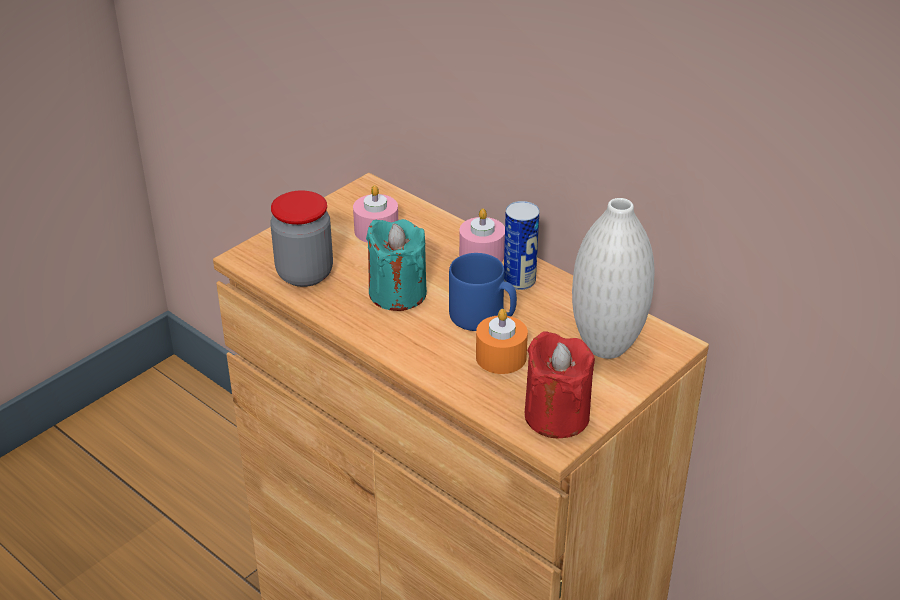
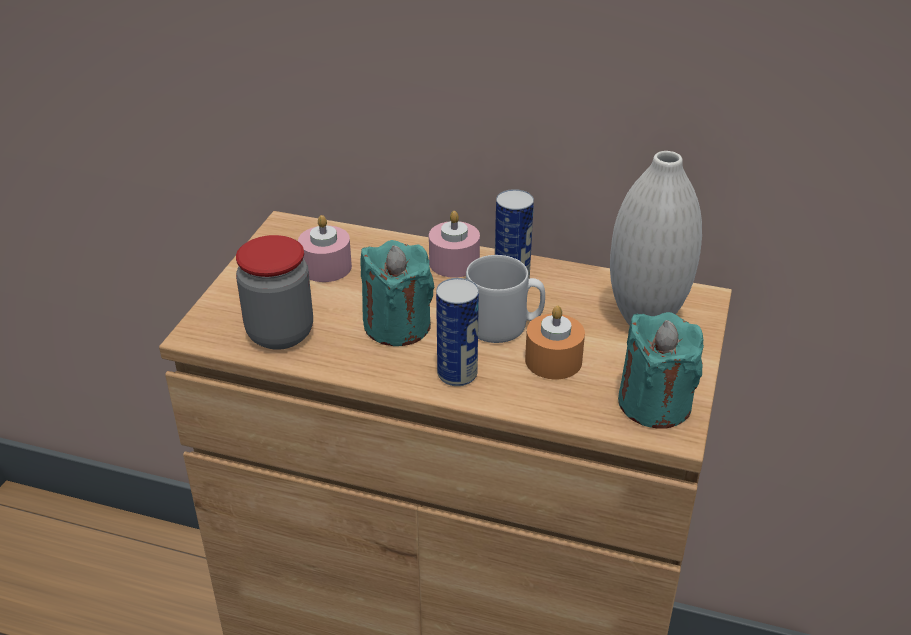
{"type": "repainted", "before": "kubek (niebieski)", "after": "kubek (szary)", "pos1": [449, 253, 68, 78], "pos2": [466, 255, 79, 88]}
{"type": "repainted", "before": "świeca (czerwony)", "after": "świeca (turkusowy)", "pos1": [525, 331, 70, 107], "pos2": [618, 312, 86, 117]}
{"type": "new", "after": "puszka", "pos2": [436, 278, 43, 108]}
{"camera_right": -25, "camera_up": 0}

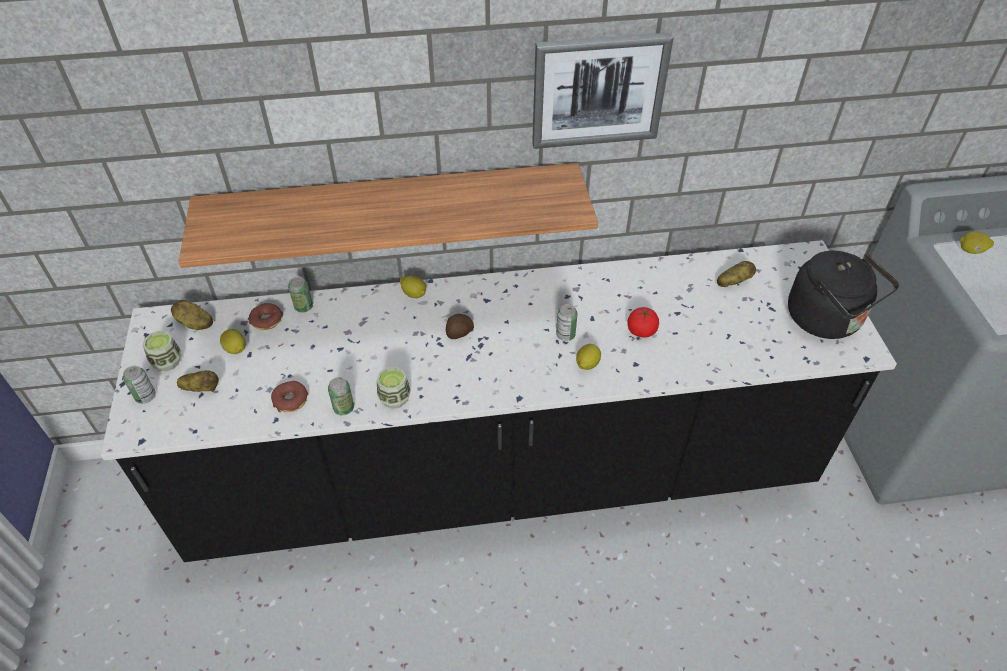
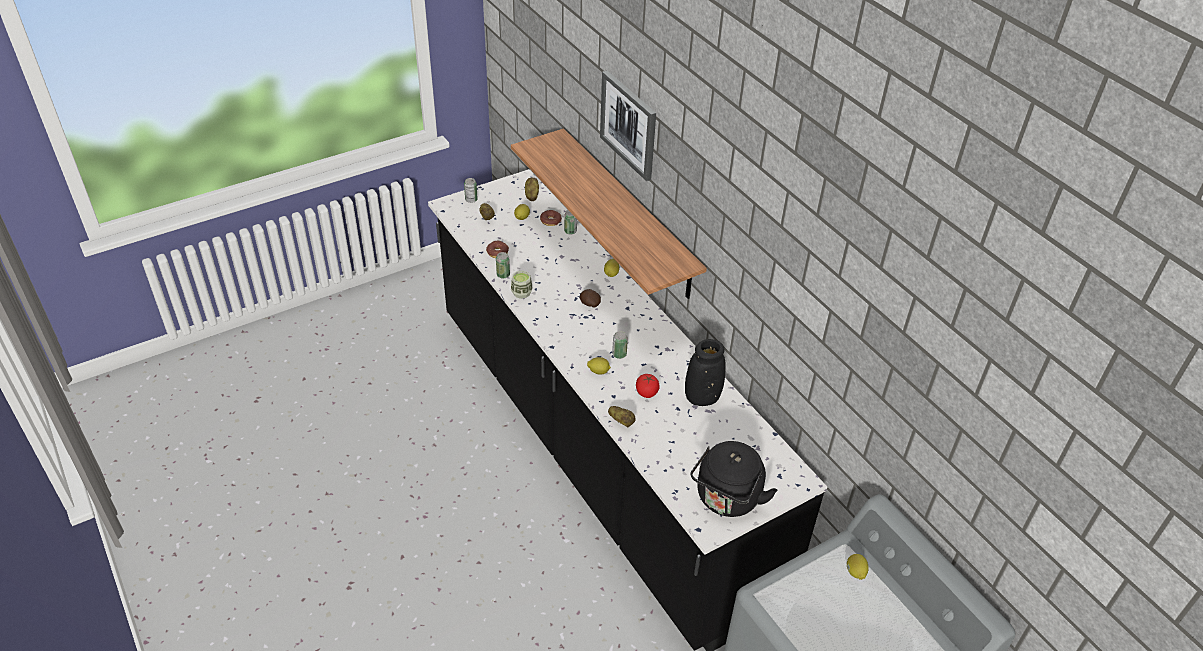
{"type": "shifted", "before": "obraz", "pos1": [532, 33, 142, 116], "pos2": [600, 71, 56, 110]}
{"type": "shifted", "before": "ziemniak", "pos1": [717, 261, 39, 26], "pos2": [608, 406, 28, 21]}
{"type": "gone", "before": "filiżanka", "pos1": [143, 331, 38, 40]}
{"type": "new", "after": "wazon (czarny)", "pos2": [685, 339, 41, 67]}
{"camera_right": 65, "camera_up": -5}

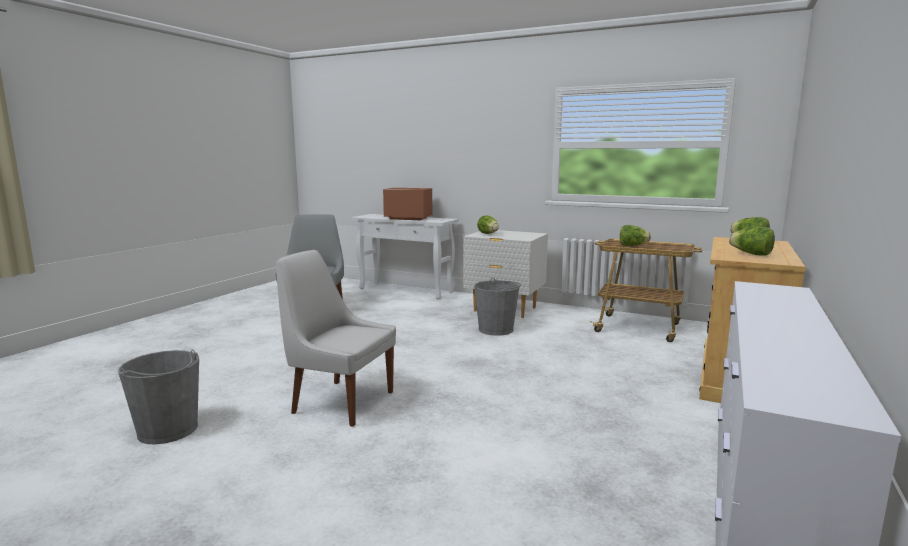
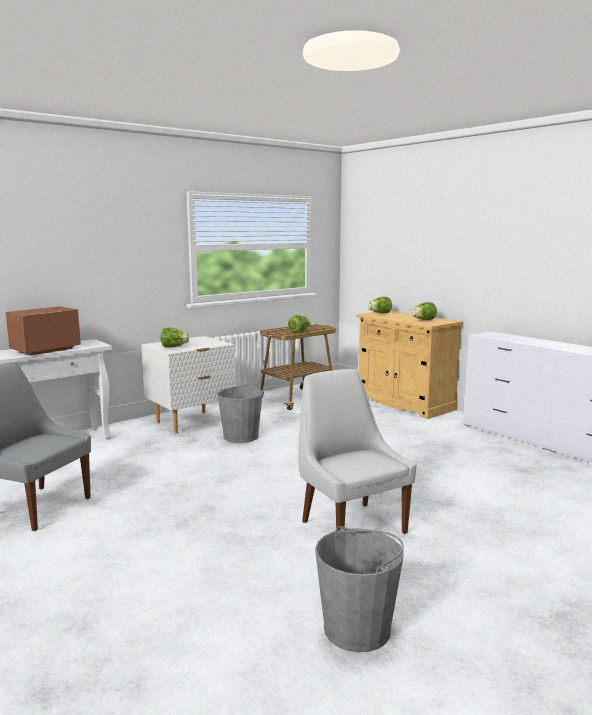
{"type": "rotated", "before": "krzesło (biały)", "pos1": [276, 250, 120, 177], "pos2": [298, 369, 119, 165], "turn": 105}
{"camera_right": -65, "camera_up": 0}

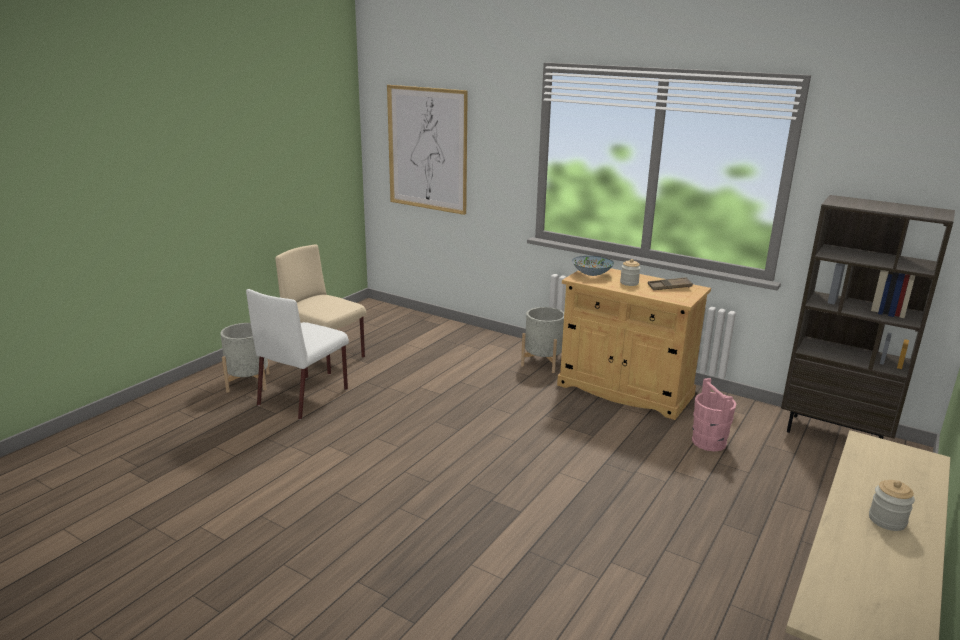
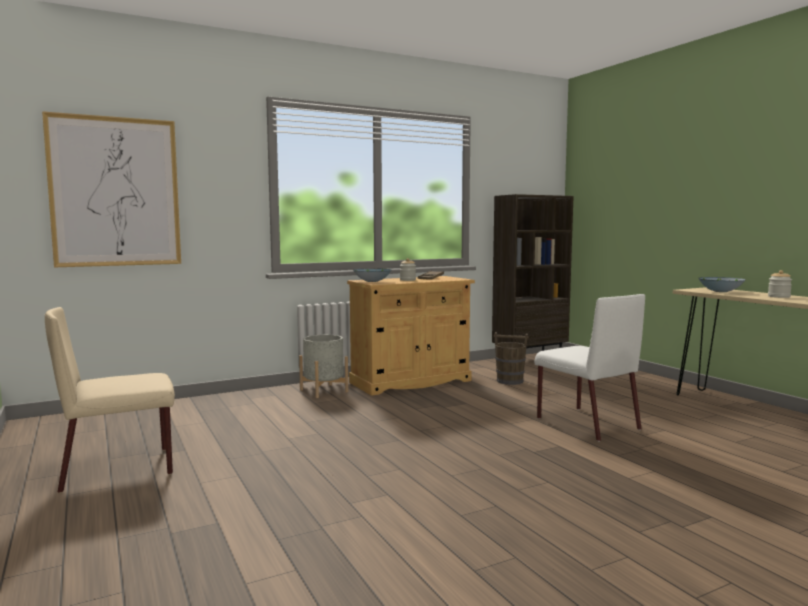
{"type": "shifted", "before": "krzesło (biały)", "pos1": [246, 289, 103, 131], "pos2": [534, 294, 111, 147]}
{"type": "gone", "before": "donica (szary)", "pos1": [220, 323, 50, 70]}
{"type": "repainted", "before": "wiadro (różowy)", "after": "wiadro (brązowy)", "pos1": [692, 378, 44, 73], "pos2": [493, 332, 36, 53]}
{"type": "new", "after": "miska", "pos2": [698, 277, 48, 15]}
{"camera_right": -60, "camera_up": -15}

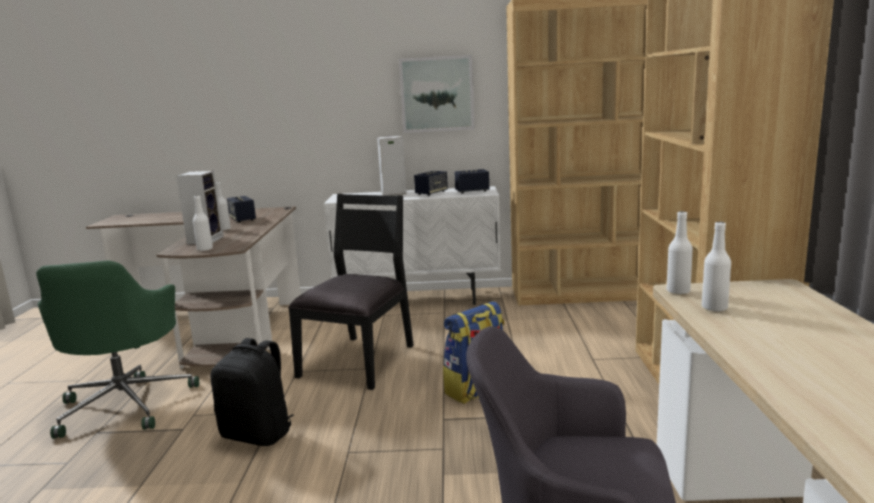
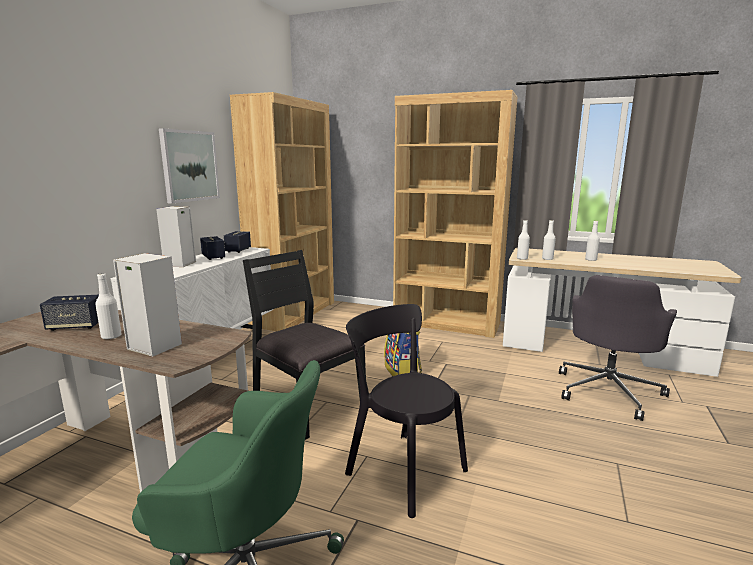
{"type": "shifted", "before": "butelka (biały)", "pos1": [193, 196, 20, 55], "pos2": [585, 221, 15, 40]}
{"type": "swapped", "before": "plecak (czarny)", "after": "krzesło (czarny)", "pos1": [210, 338, 84, 108], "pos2": [345, 304, 123, 214]}
{"camera_right": -70, "camera_up": 0}

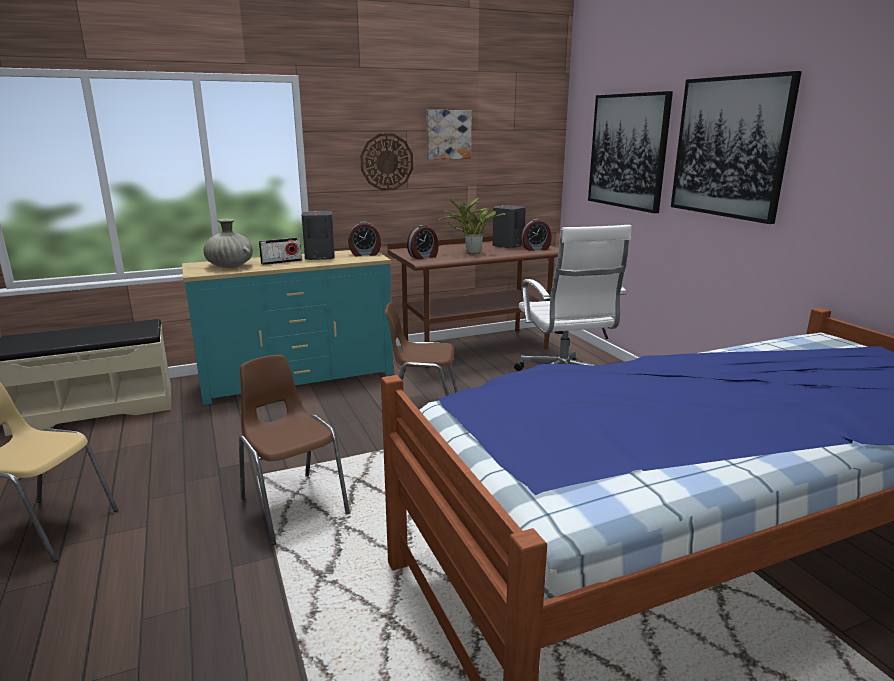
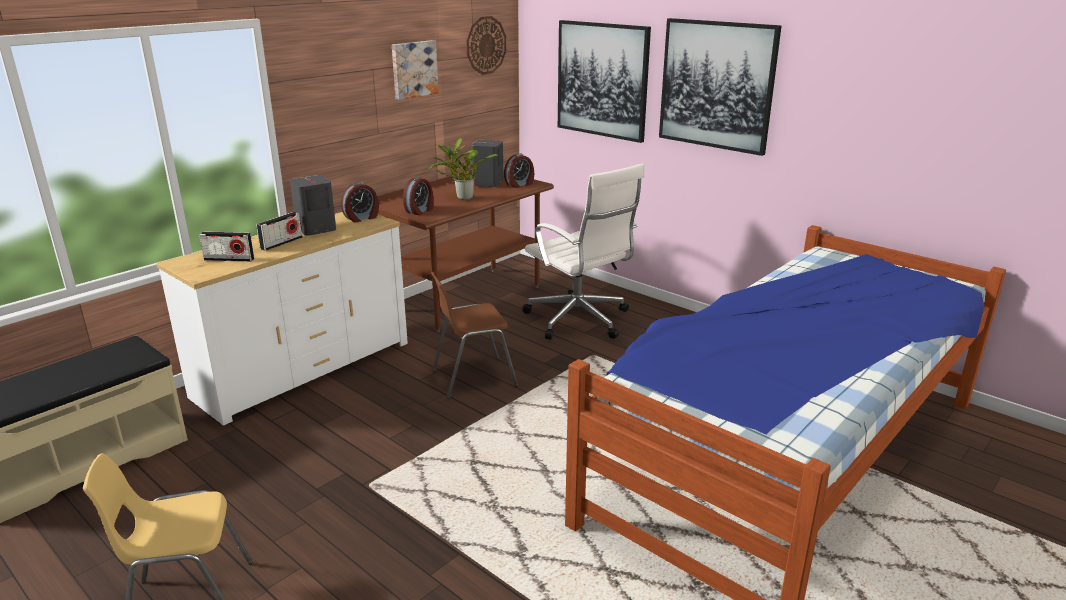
{"type": "shifted", "before": "zegar ścienny", "pos1": [360, 134, 53, 57], "pos2": [466, 16, 40, 59]}
{"type": "swapped", "before": "wazon (beżowy)", "after": "radio", "pos1": [204, 219, 49, 49], "pos2": [199, 231, 55, 31]}
{"type": "repainted", "before": "komoda (turkusowy)", "after": "komoda (biały)", "pos1": [182, 250, 211, 155], "pos2": [156, 212, 252, 214]}
{"type": "gone", "before": "krzesło (brązowy)", "pos1": [239, 355, 111, 190]}
{"camera_right": -25, "camera_up": 5}

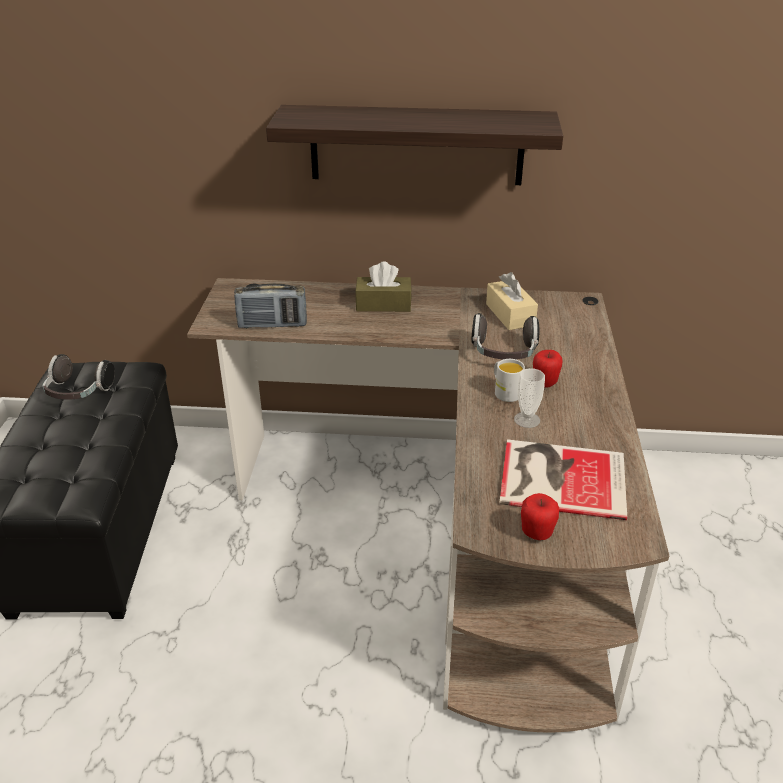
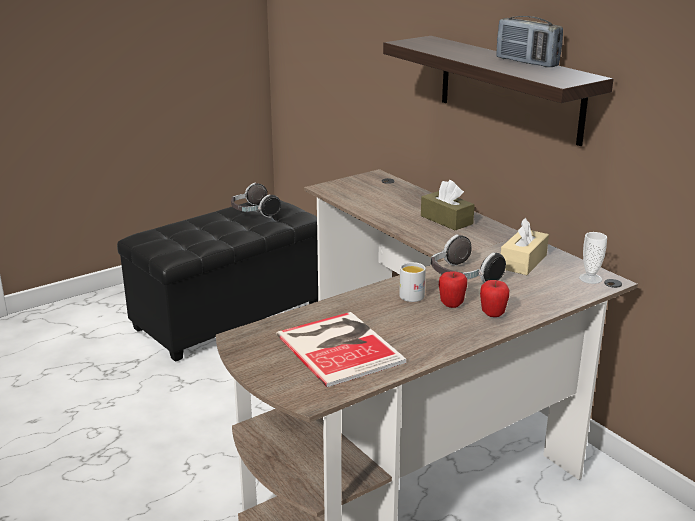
{"type": "shifted", "before": "radio", "pos1": [234, 283, 73, 46], "pos2": [496, 16, 67, 51]}
{"type": "shifted", "before": "filiżanka", "pos1": [514, 368, 31, 60], "pos2": [579, 232, 28, 52]}
{"type": "shifted", "before": "jabłko", "pos1": [521, 493, 38, 47], "pos2": [480, 280, 29, 37]}
{"camera_right": 50, "camera_up": -10}

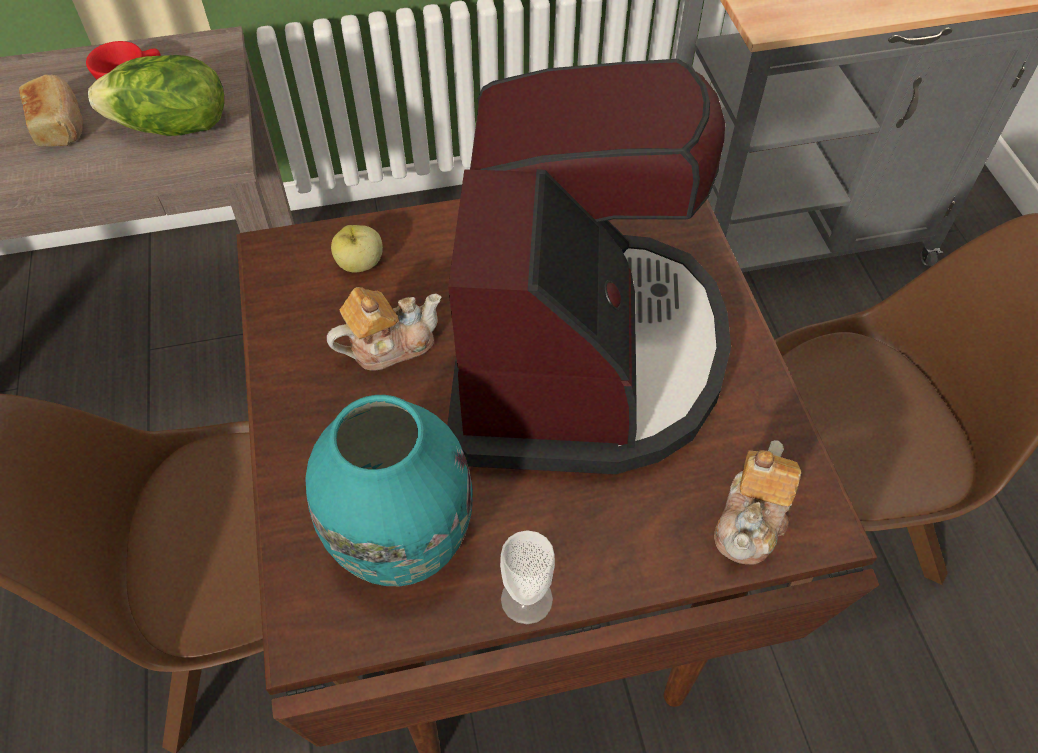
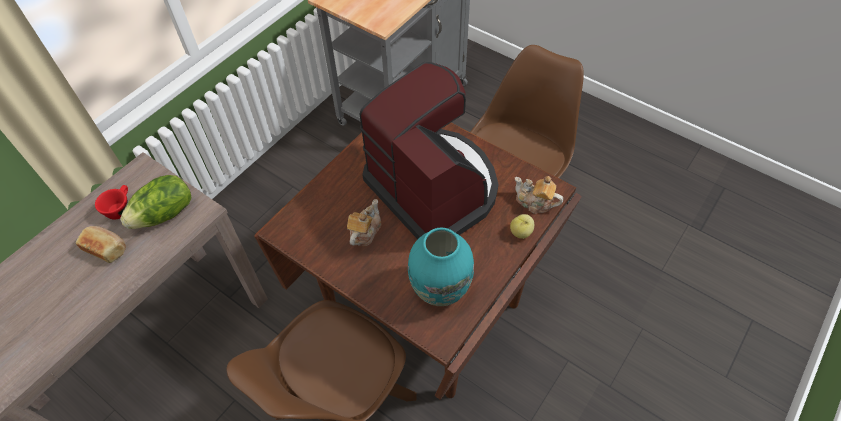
{"type": "shifted", "before": "jabłko", "pos1": [331, 225, 52, 47], "pos2": [510, 214, 24, 25]}
{"type": "rotated", "before": "imbryk", "pos1": [714, 440, 87, 124], "pos2": [515, 176, 48, 38], "turn": 135}
{"type": "gone", "before": "filiżanka", "pos1": [500, 530, 55, 94]}
{"camera_right": -40, "camera_up": 0}

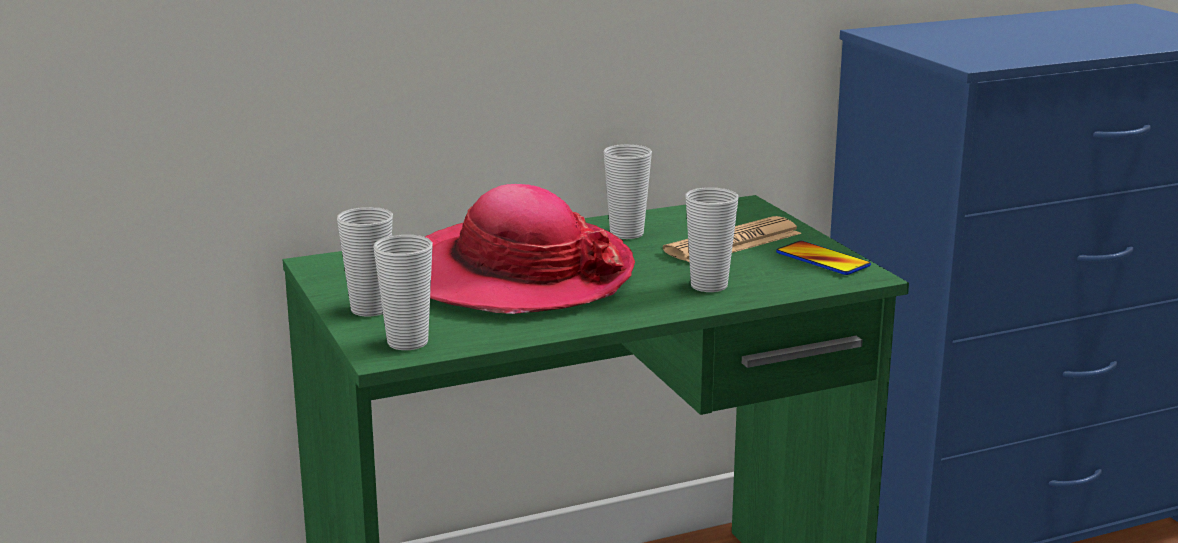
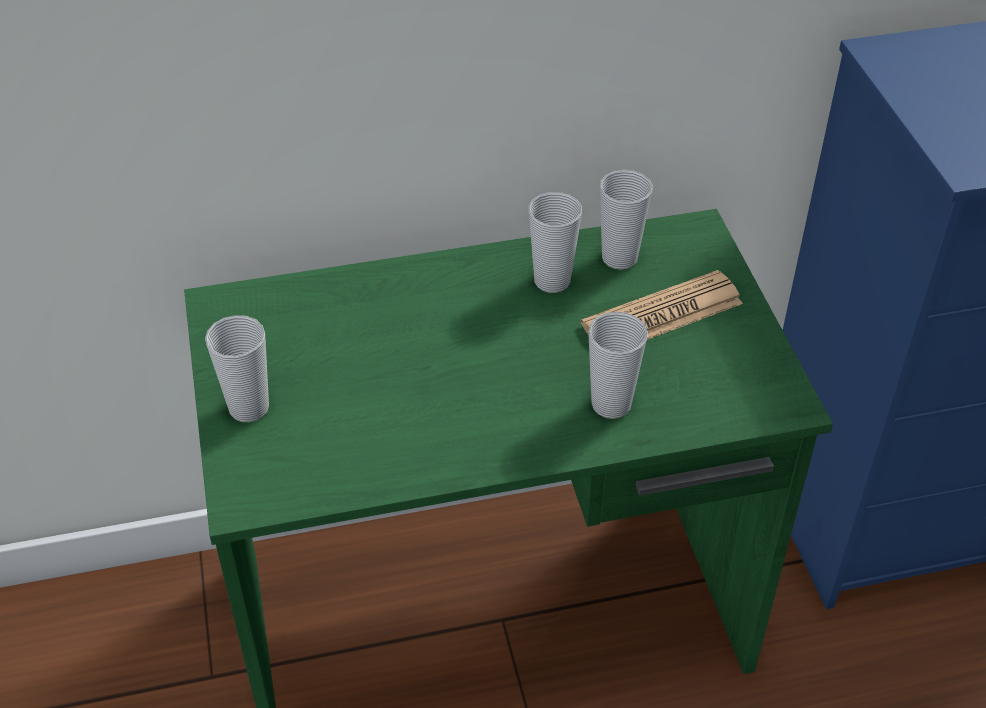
{"type": "gone", "before": "kapelusz", "pos1": [425, 184, 210, 130]}
{"type": "shifted", "before": "filiżanka", "pos1": [373, 235, 60, 115], "pos2": [600, 170, 53, 100]}
{"type": "gone", "before": "telefon", "pos1": [776, 241, 95, 34]}
{"camera_right": 10, "camera_up": 25}

